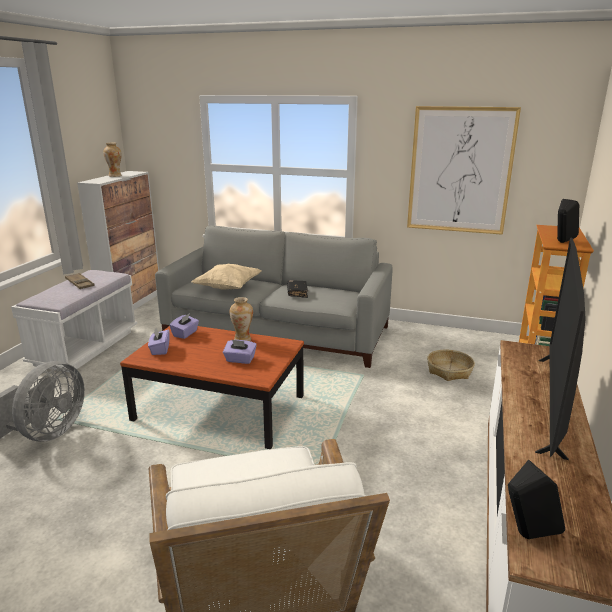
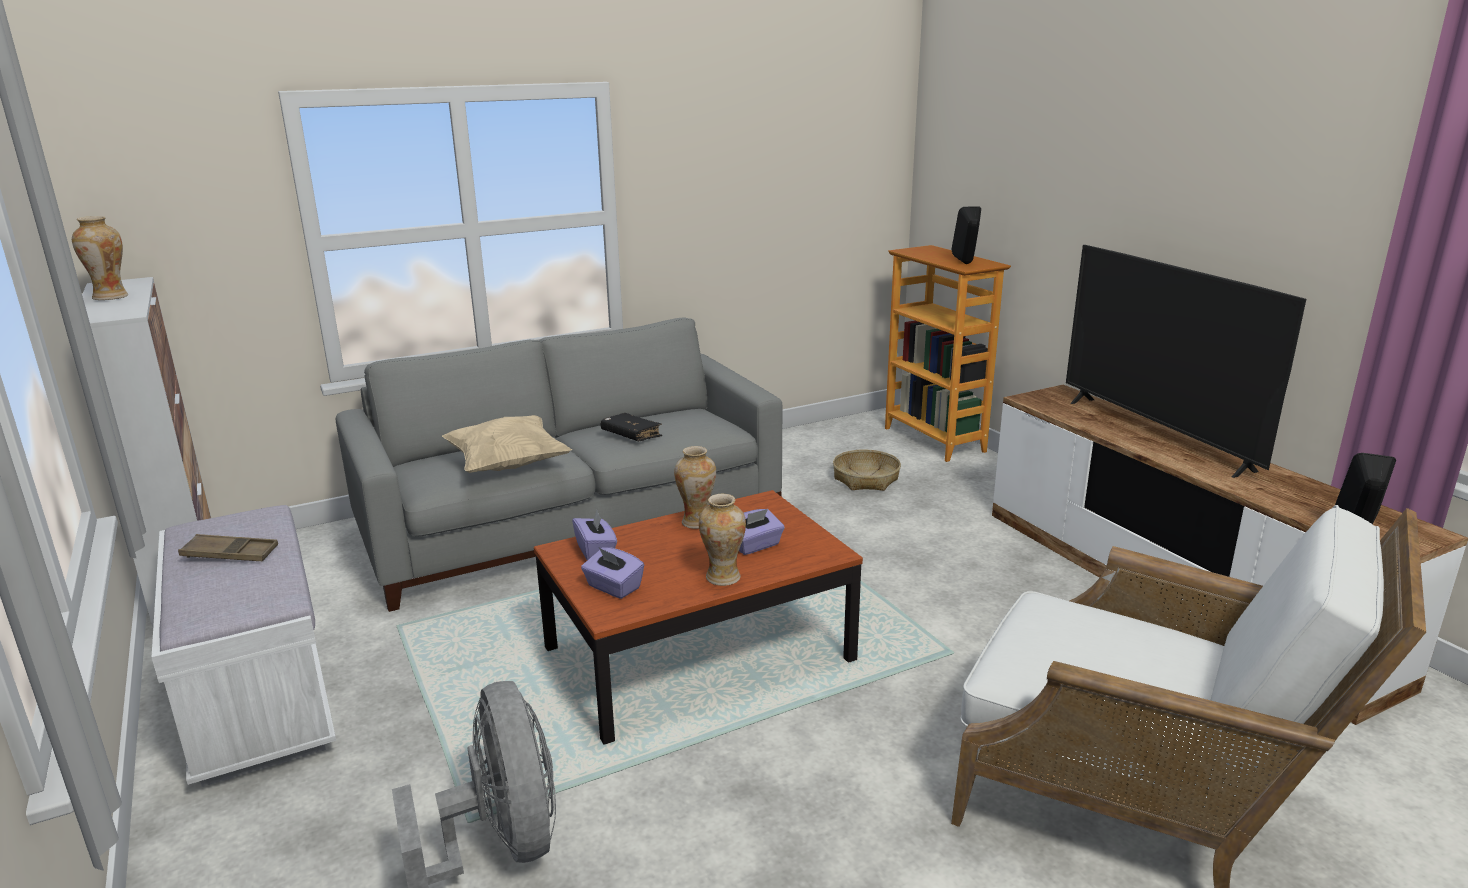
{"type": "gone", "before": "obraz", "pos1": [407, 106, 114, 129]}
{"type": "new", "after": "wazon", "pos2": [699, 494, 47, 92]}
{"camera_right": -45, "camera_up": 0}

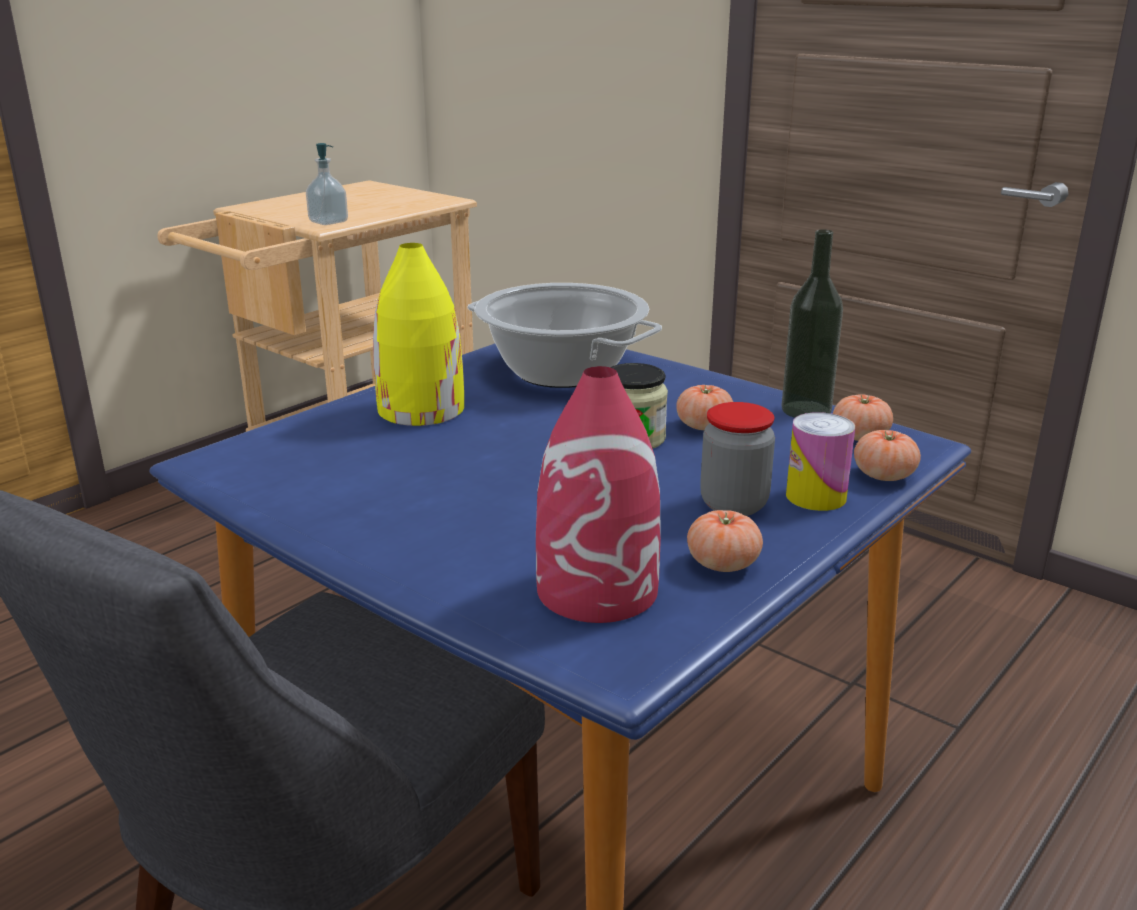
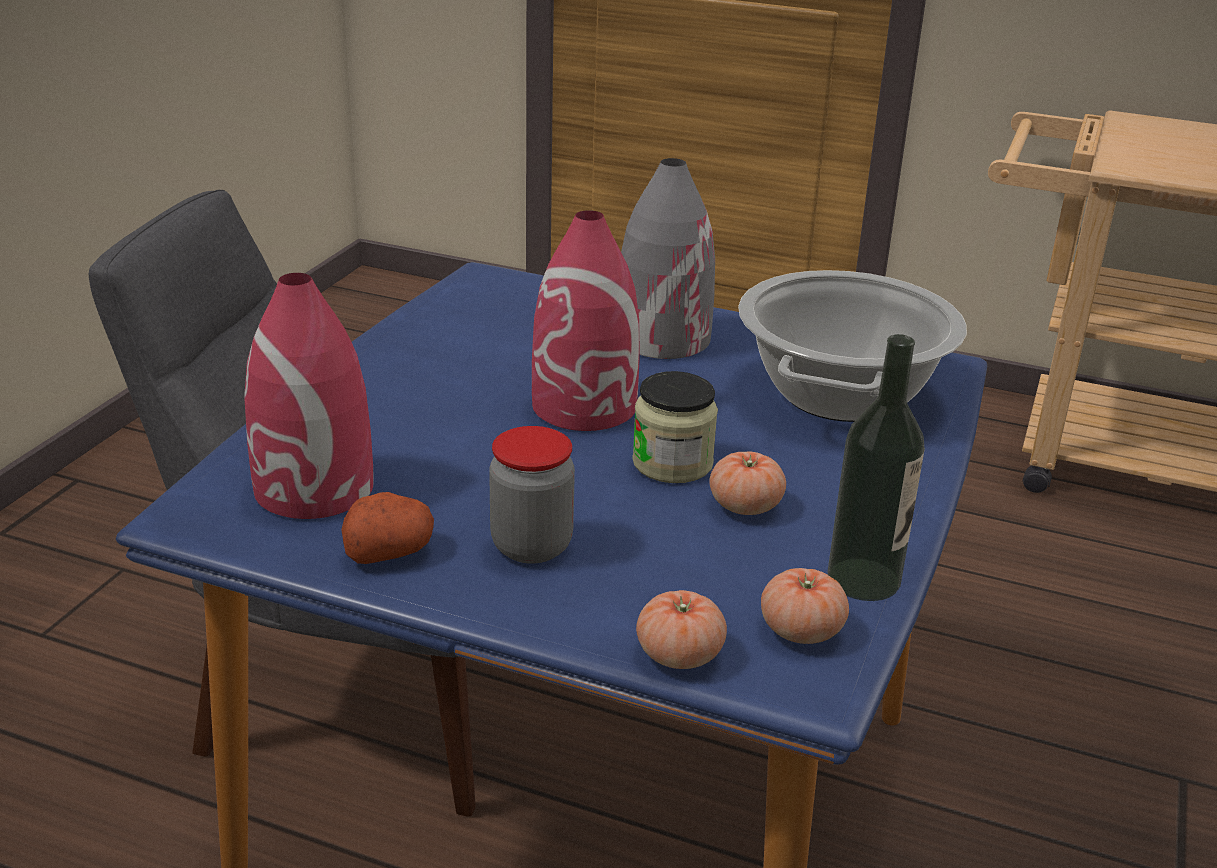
{"type": "gone", "before": "dozownik mydła", "pos1": [306, 143, 42, 82]}
{"type": "repainted", "before": "wazon (żółty)", "after": "wazon (szary)", "pos1": [373, 243, 91, 183], "pos2": [621, 158, 94, 201]}
{"type": "gone", "before": "puszka", "pos1": [786, 412, 69, 99]}
{"type": "swapped", "before": "pomidor", "after": "ziemniak", "pos1": [687, 510, 76, 62], "pos2": [341, 492, 93, 72]}
{"type": "new", "after": "wazon (czerwony)", "pos2": [532, 210, 107, 221]}
{"camera_right": 70, "camera_up": 5}

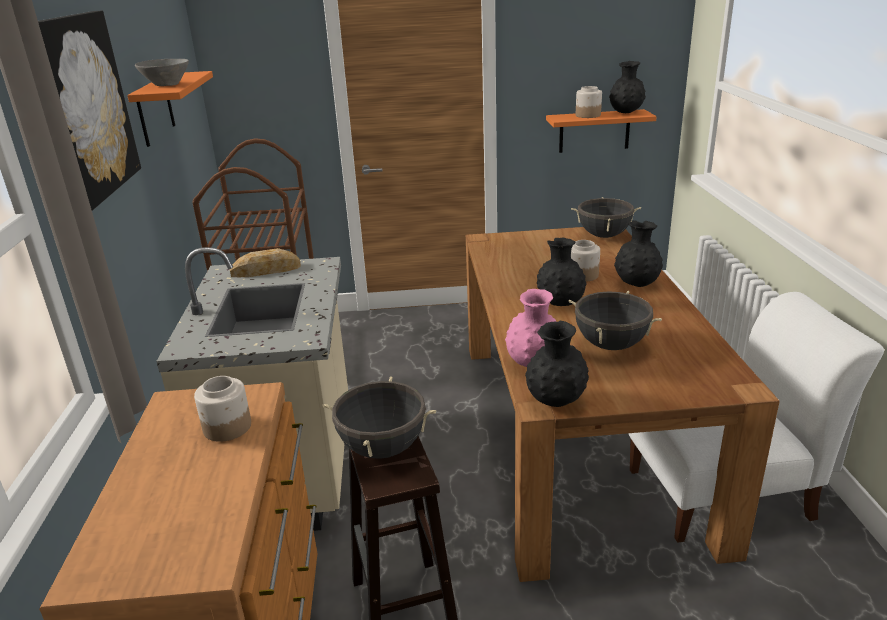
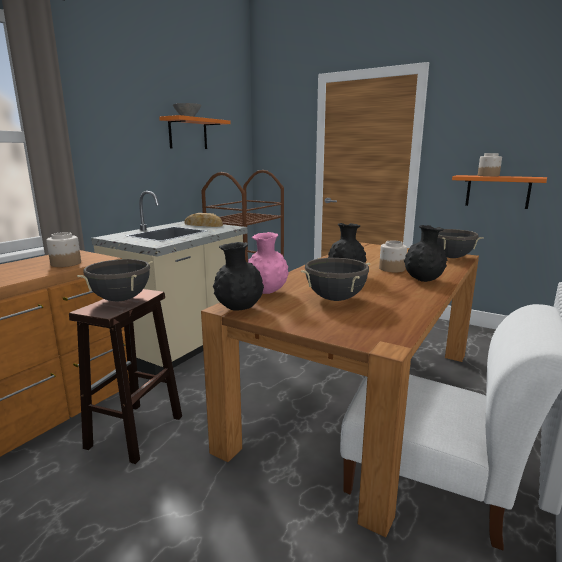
{"type": "gone", "before": "obraz", "pos1": [38, 11, 103, 200]}
{"type": "gone", "before": "wazon (czarny)", "pos1": [609, 61, 37, 52]}
{"camera_right": 35, "camera_up": -10}

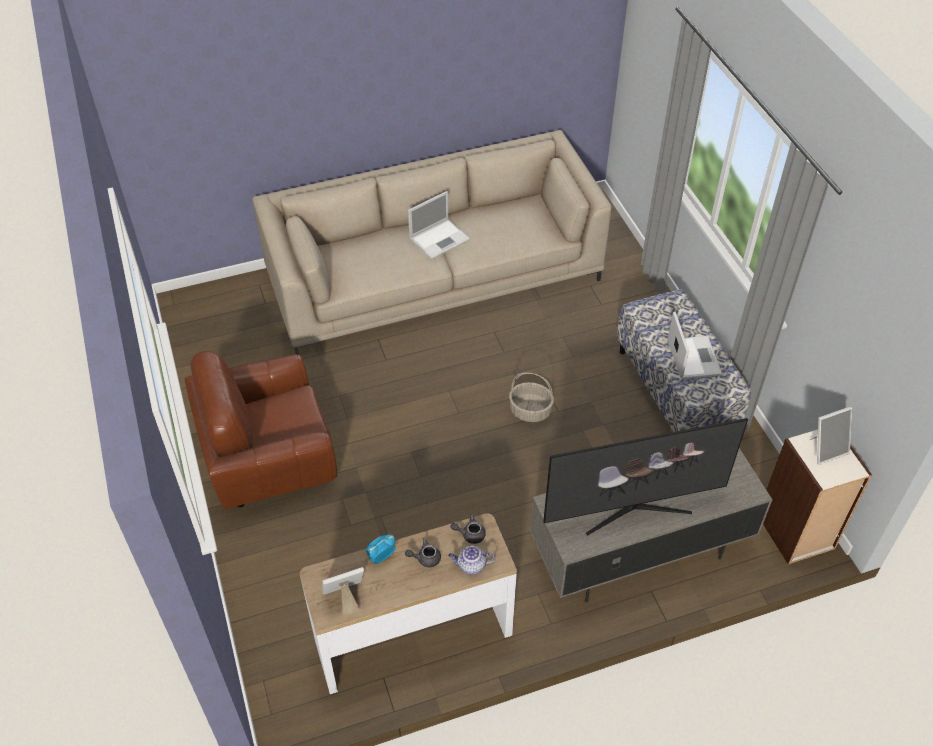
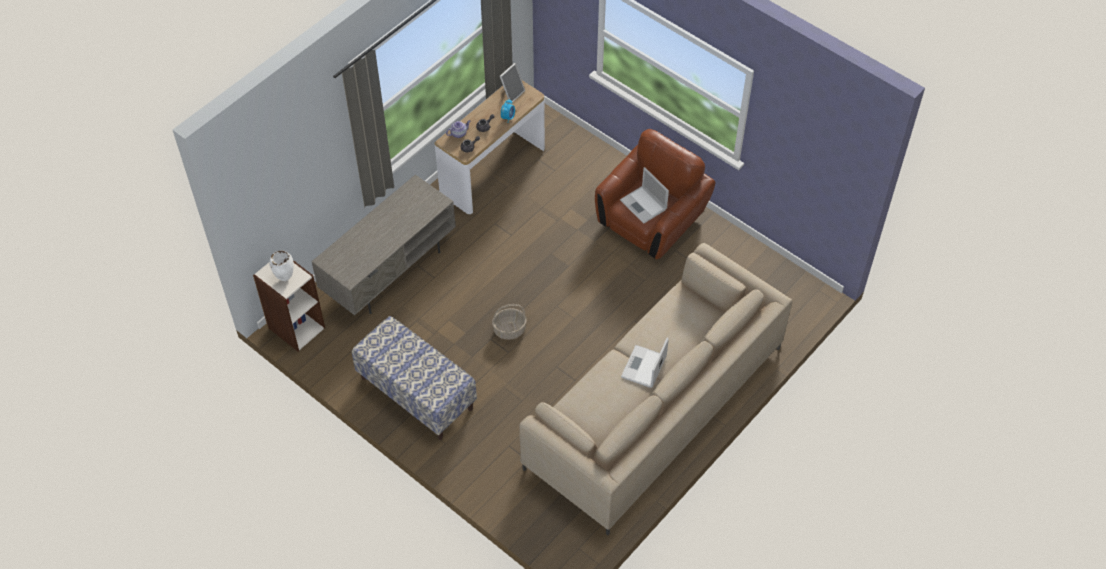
{"type": "shifted", "before": "laptop", "pos1": [667, 312, 55, 67], "pos2": [620, 167, 49, 57]}
{"type": "swapped", "before": "ramka na zdjęcie", "after": "wazon (biały)", "pos1": [810, 406, 42, 59], "pos2": [269, 250, 25, 31]}
{"type": "gone", "before": "telewizor", "pos1": [543, 418, 205, 118]}
{"camera_right": 150, "camera_up": 5}

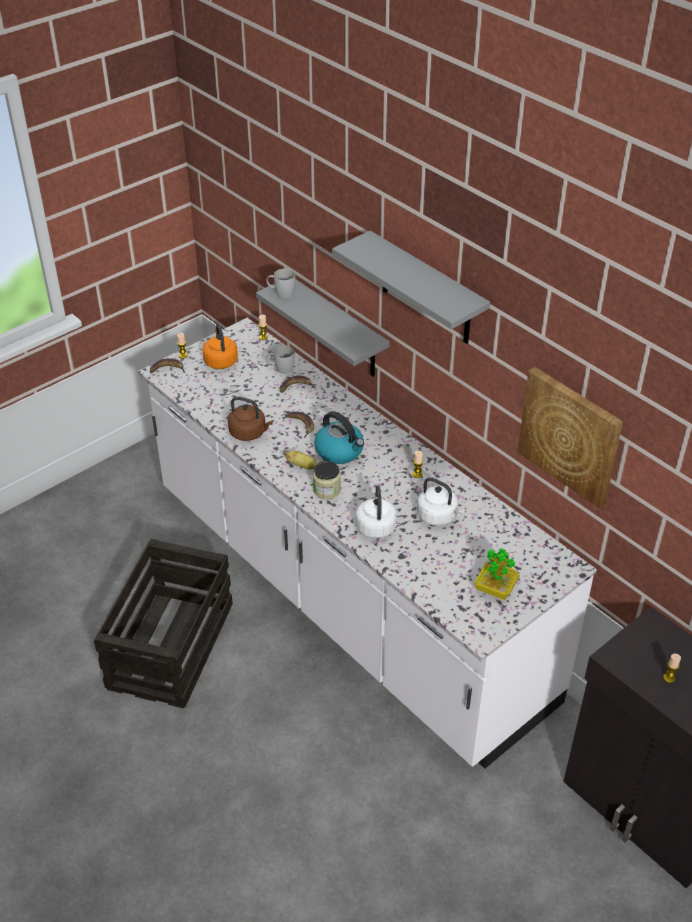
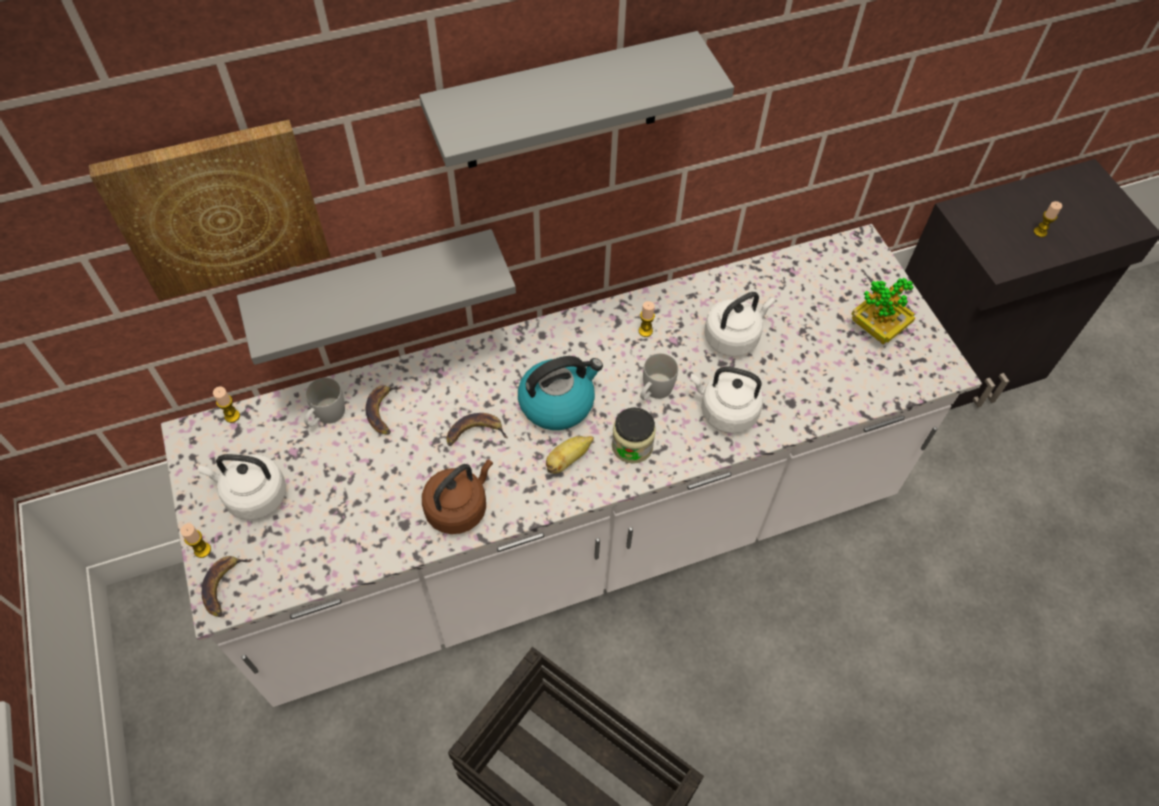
{"type": "shifted", "before": "kubek (biały)", "pos1": [266, 269, 29, 29], "pos2": [640, 353, 38, 47]}
{"type": "repainted", "before": "czajnik (pomarańczowy)", "after": "czajnik (biały)", "pos1": [203, 323, 35, 46], "pos2": [198, 454, 88, 66]}
{"type": "shifted", "before": "obraz", "pos1": [518, 367, 105, 141], "pos2": [89, 120, 242, 181]}
{"camera_right": -70, "camera_up": 15}

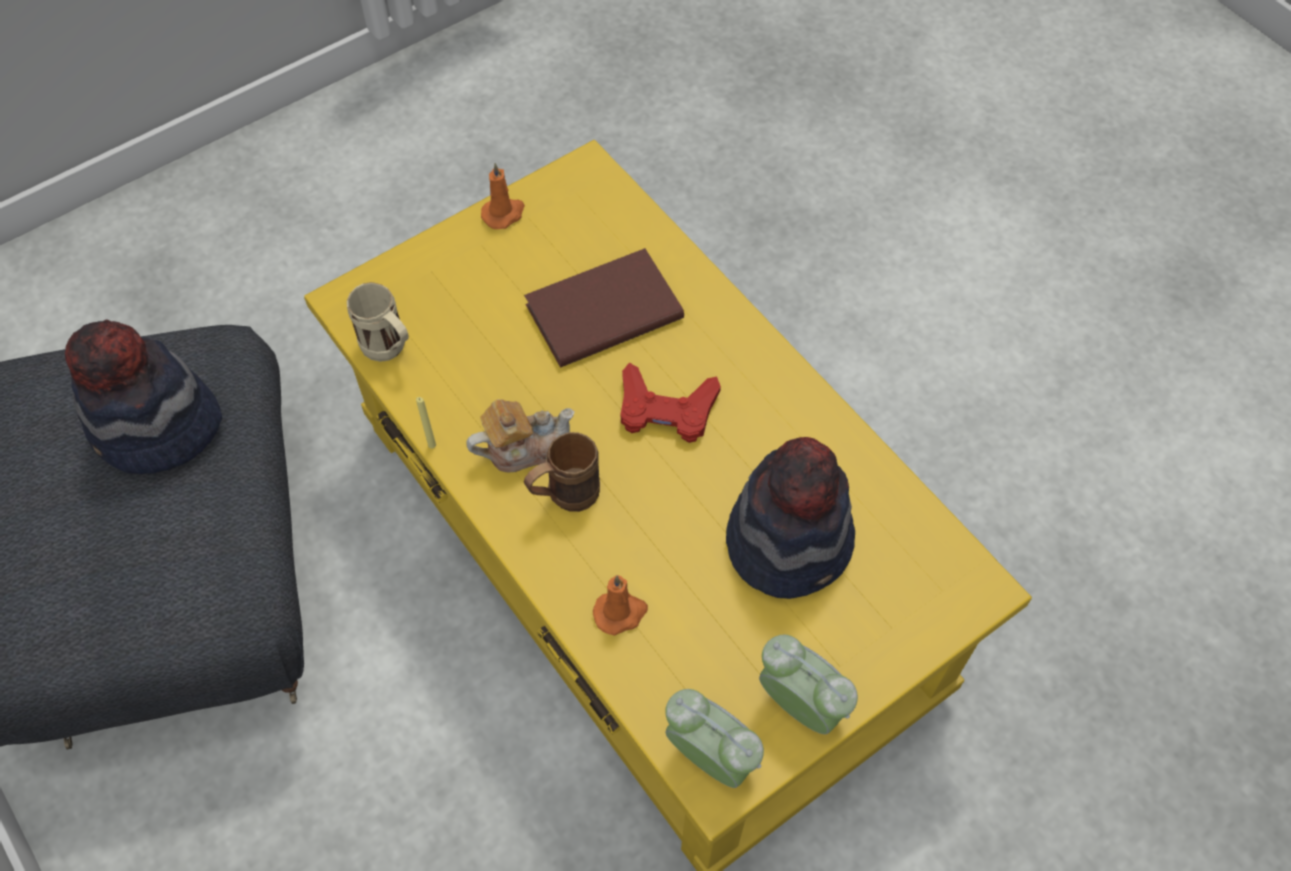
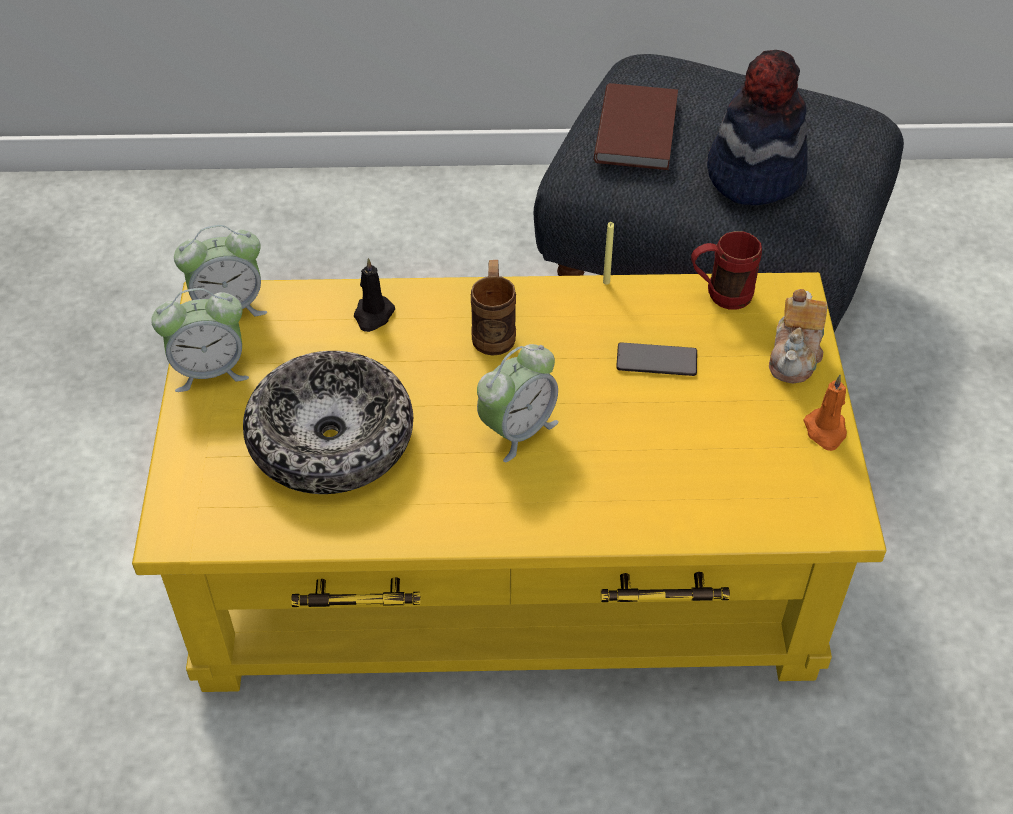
{"type": "shifted", "before": "książka (brązowy)", "pos1": [524, 248, 160, 119], "pos2": [594, 83, 84, 87]}
{"type": "repainted", "before": "kubek (beżowy)", "after": "kubek (czerwony)", "pos1": [347, 282, 62, 80], "pos2": [691, 231, 71, 79]}
{"type": "swapped", "before": "pad do gier (czerwony)", "after": "budzik", "pos1": [621, 363, 100, 80], "pos2": [477, 344, 82, 118]}
{"type": "shifted", "before": "imbryk", "pos1": [466, 399, 108, 73], "pos2": [769, 289, 59, 94]}
{"type": "swapped", "before": "kapelusz", "after": "miska", "pos1": [726, 437, 129, 162], "pos2": [243, 351, 170, 143]}
{"type": "repainted", "before": "świeca (pomarańczowy)", "after": "świeca (czarny)", "pos1": [593, 575, 55, 61], "pos2": [354, 258, 41, 74]}
{"type": "new", "after": "telefon", "pos2": [616, 342, 81, 34]}
{"camera_right": 125, "camera_up": -10}

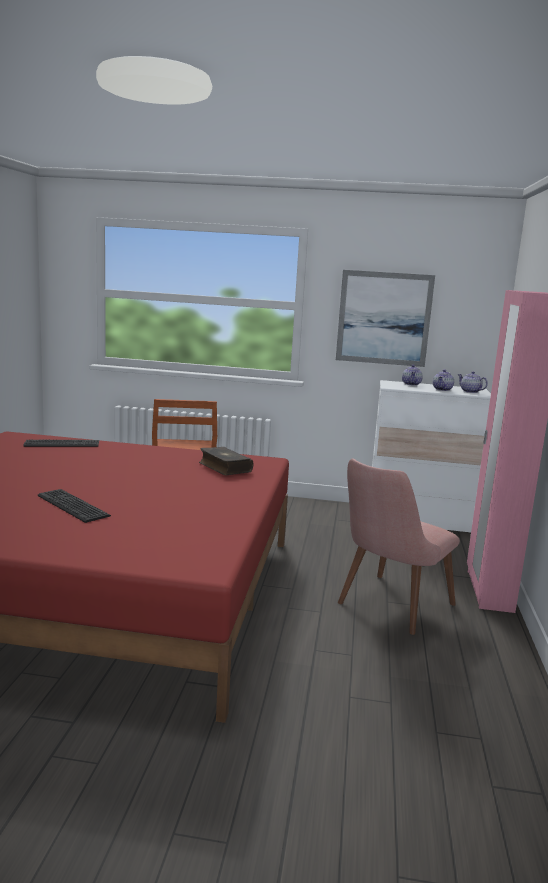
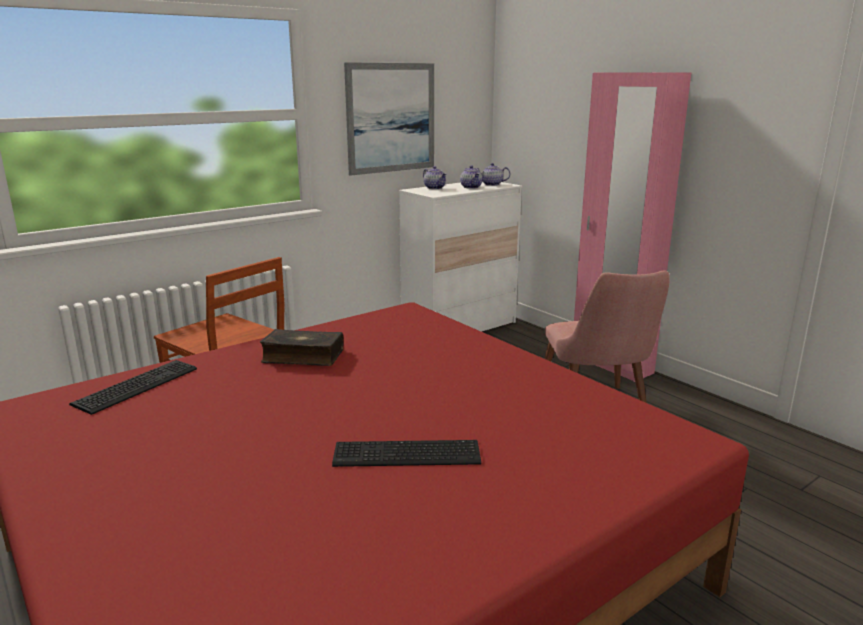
{"type": "shifted", "before": "książka", "pos1": [199, 447, 54, 28], "pos2": [260, 329, 84, 37]}
{"camera_right": -45, "camera_up": 5}

